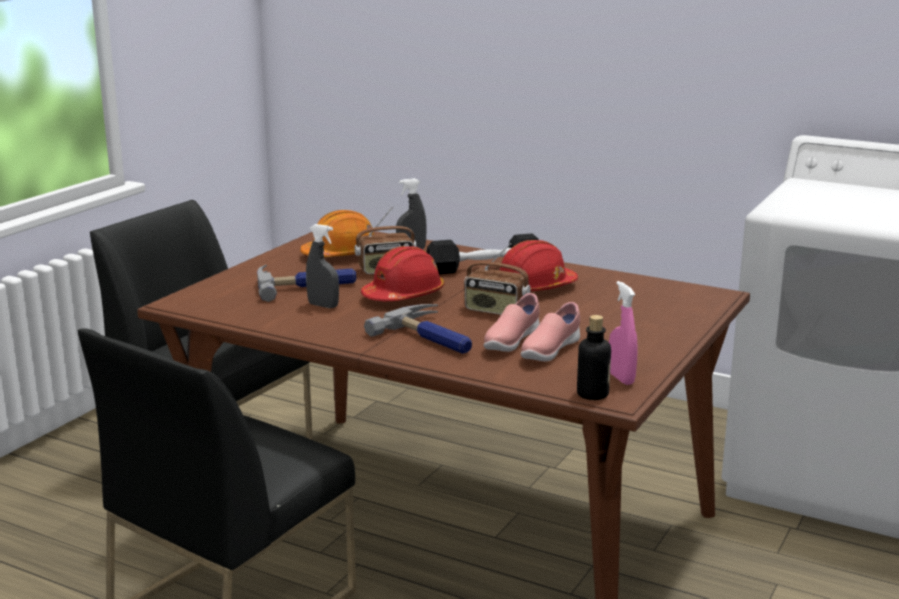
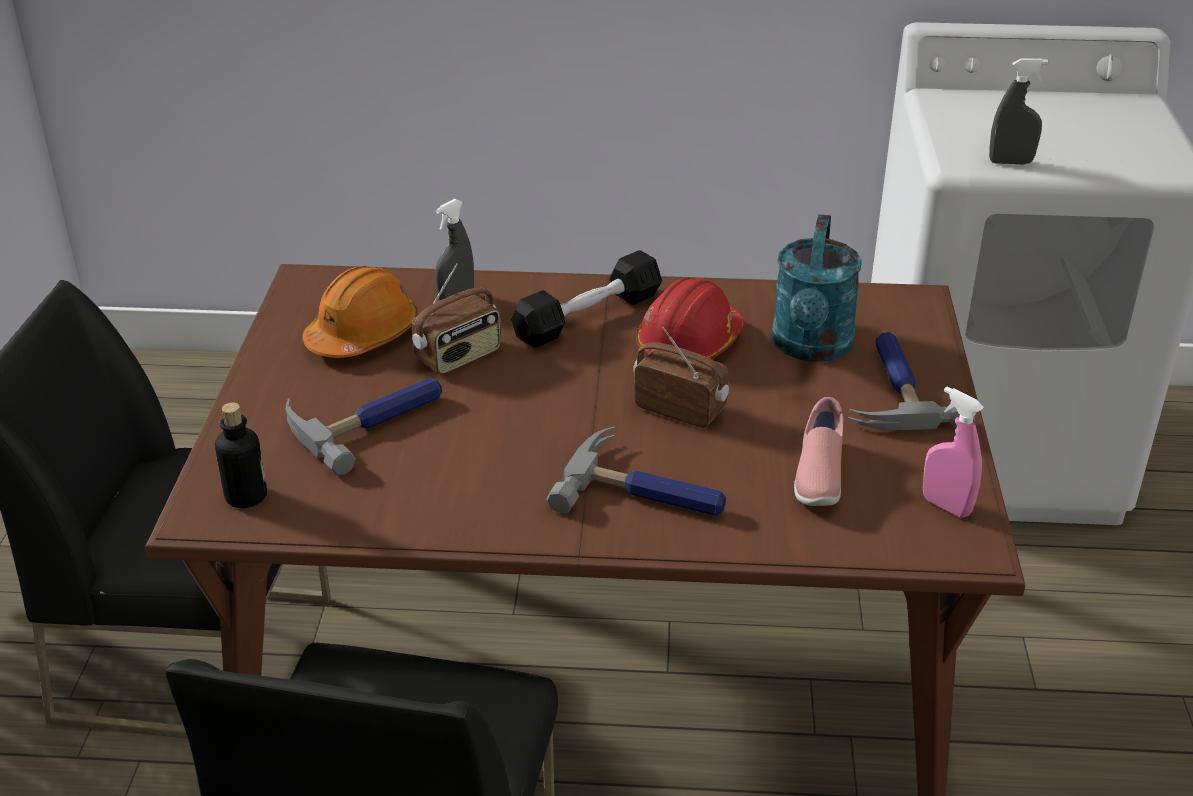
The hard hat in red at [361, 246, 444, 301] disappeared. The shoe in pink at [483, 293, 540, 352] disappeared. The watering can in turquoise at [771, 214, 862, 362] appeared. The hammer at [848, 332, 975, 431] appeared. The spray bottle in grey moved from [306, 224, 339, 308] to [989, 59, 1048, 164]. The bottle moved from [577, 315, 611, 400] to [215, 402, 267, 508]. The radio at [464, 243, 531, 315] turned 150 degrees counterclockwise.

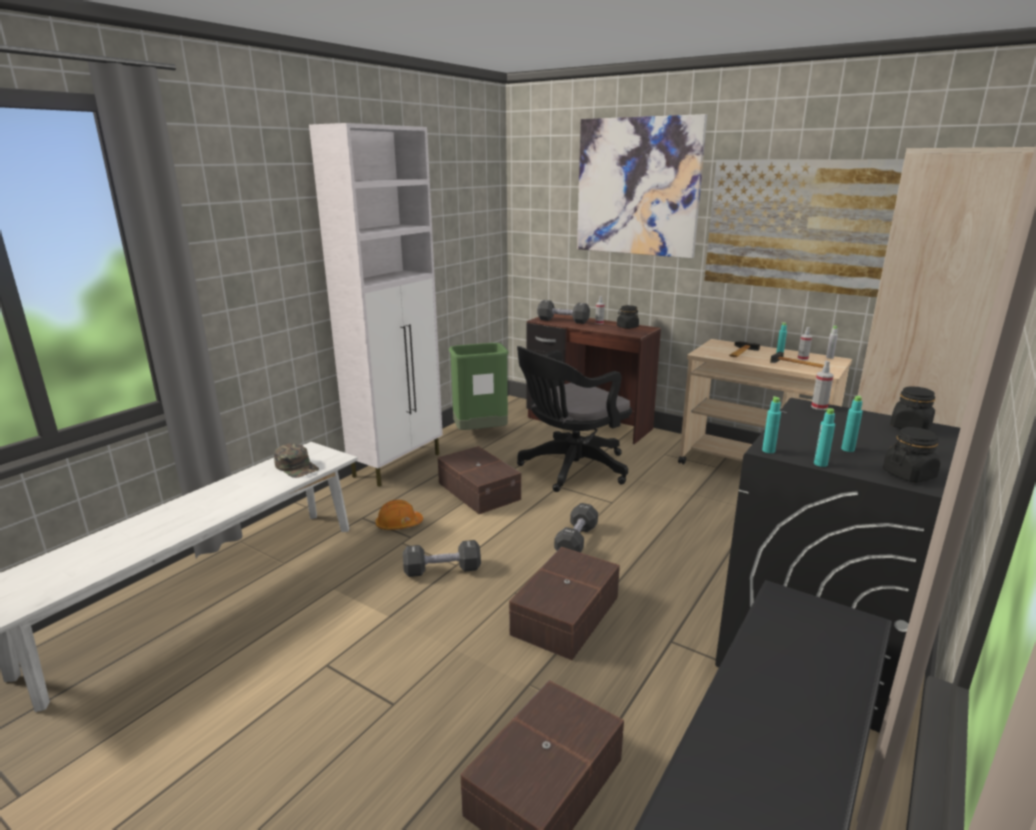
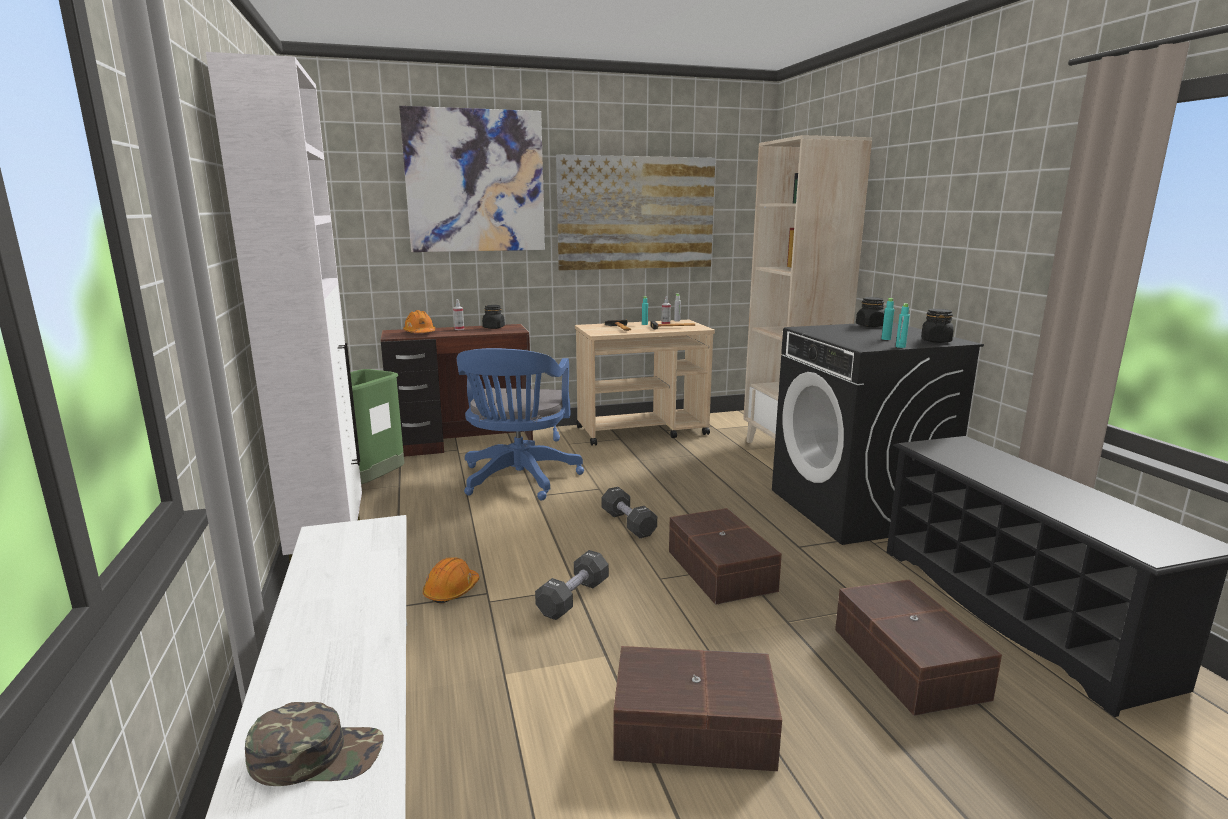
The bottle in turquoise at [762, 396, 781, 453] disappeared. The spray bottle at [811, 361, 834, 410] disappeared. The cap in green moved from [274, 443, 319, 478] to [245, 702, 384, 786]. The storage box in brown moved from [438, 446, 521, 514] to [614, 646, 782, 771]. The dumbbell in black at [537, 300, 590, 324] was replaced by the hard hat in orange at [403, 310, 435, 333]. The office chair in black at [517, 346, 632, 492] became the office chair in blue at [457, 348, 584, 500].

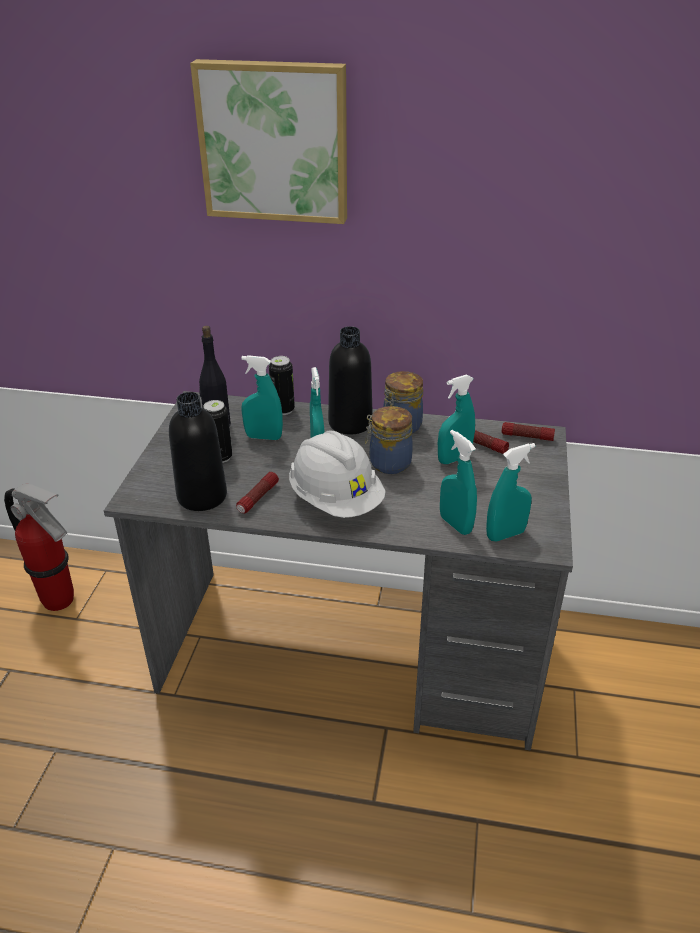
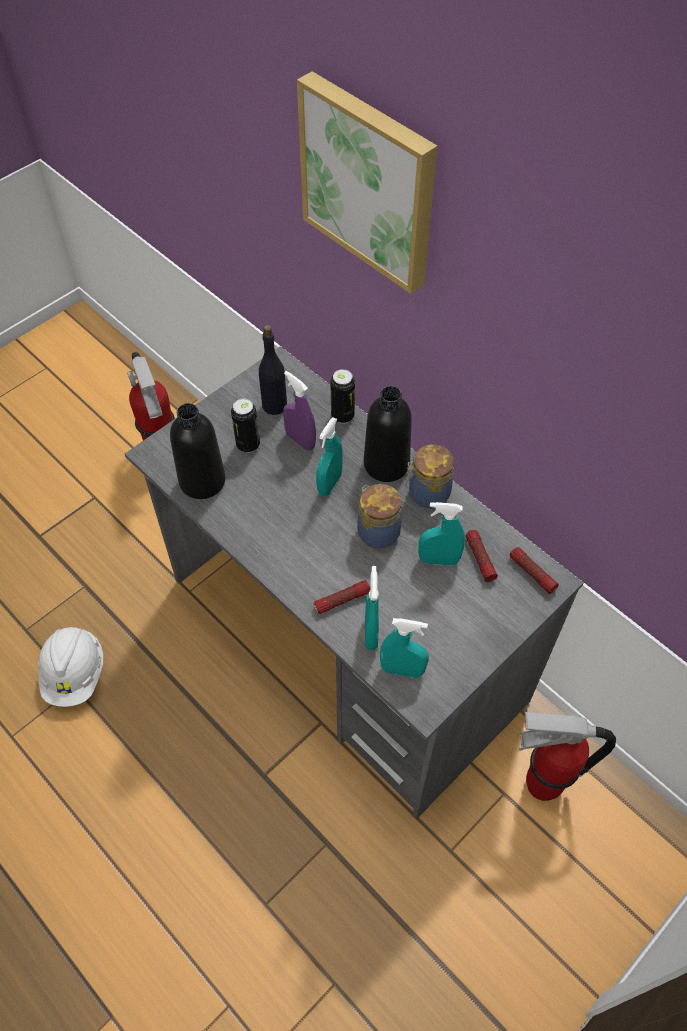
The fire extinguisher at [518, 712, 616, 801] appeared. The flashlight moved from [236, 472, 279, 513] to [314, 580, 370, 614]. The hard hat in white moved from [289, 431, 386, 518] to [38, 627, 103, 707]. The spray bottle in turquoise at [241, 355, 283, 440] became the spray bottle in purple at [283, 371, 316, 450].

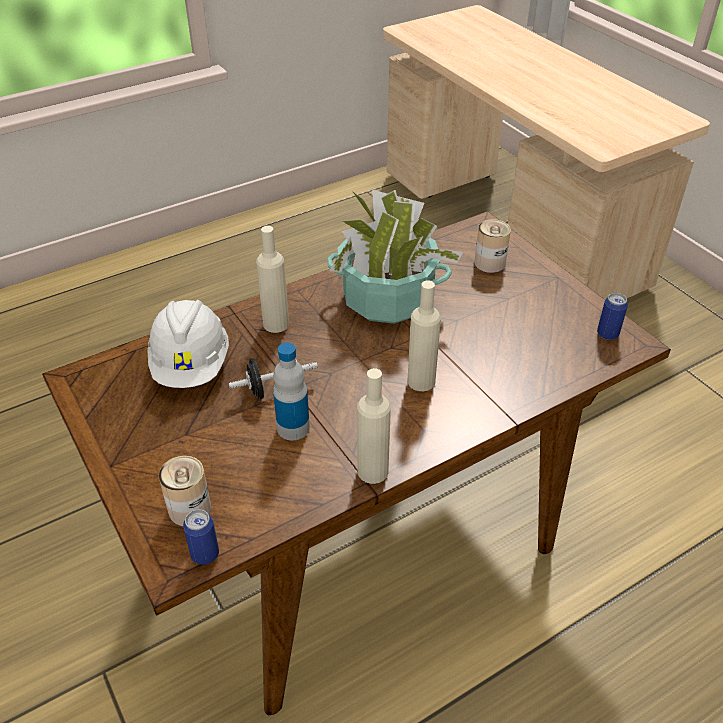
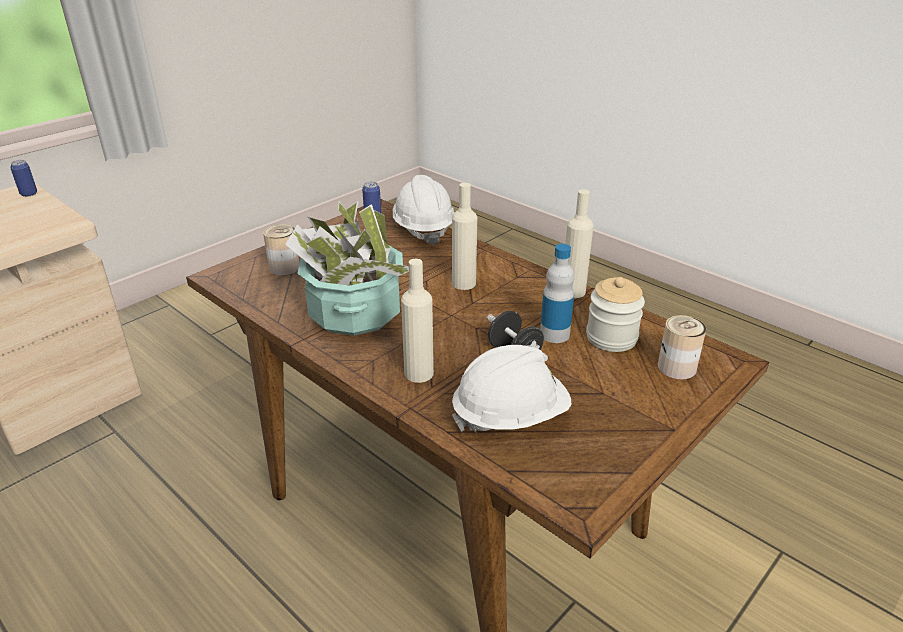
The hard hat in white at [393, 175, 454, 245] appeared. The jar at [586, 277, 645, 352] appeared. The can moved from [183, 509, 219, 565] to [10, 160, 37, 197].

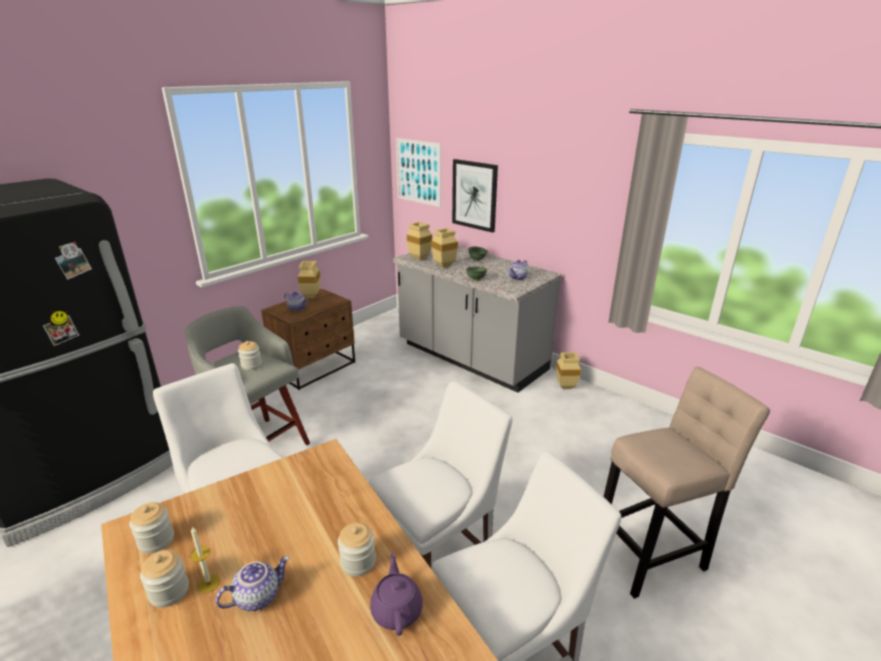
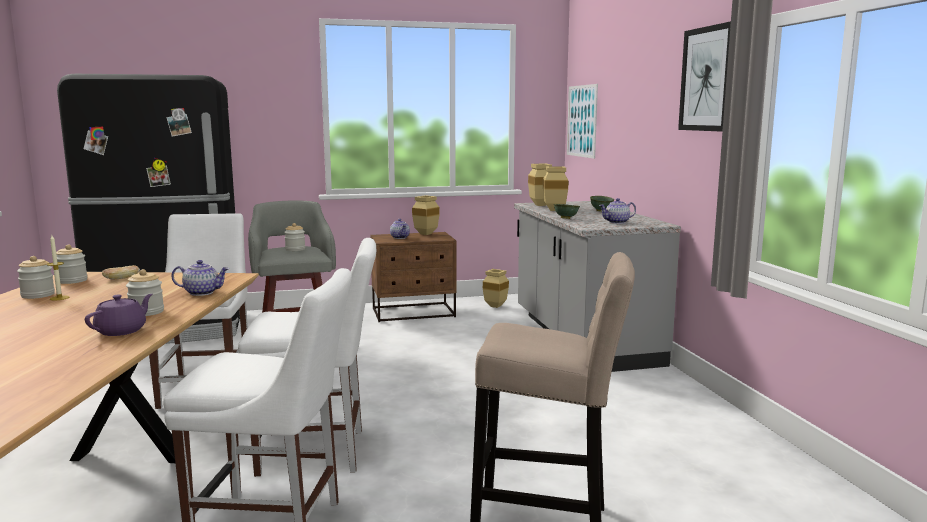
The bread at [102, 265, 140, 279] appeared. The teapot moved from [216, 556, 289, 611] to [171, 260, 229, 296]. The picture moved from [452, 159, 498, 233] to [678, 21, 731, 132]. The vase in beige moved from [556, 352, 581, 389] to [483, 269, 509, 308].

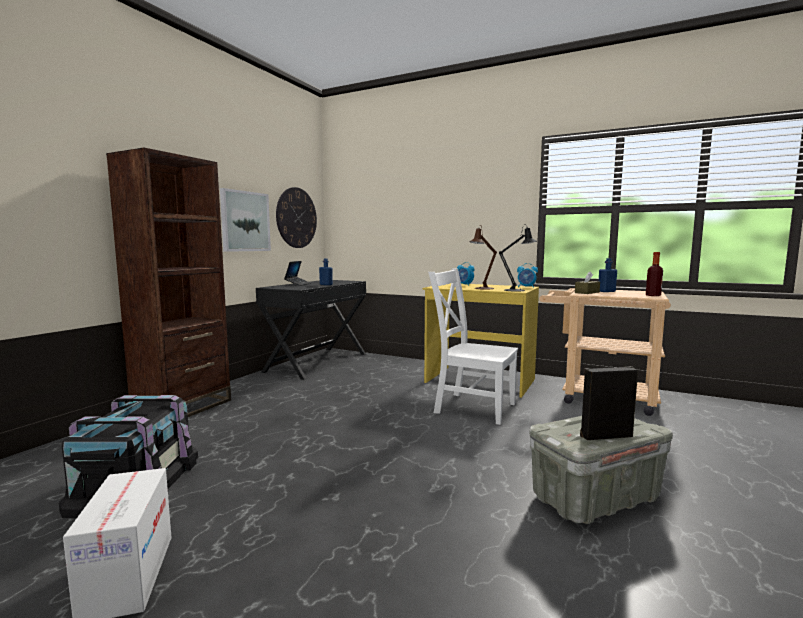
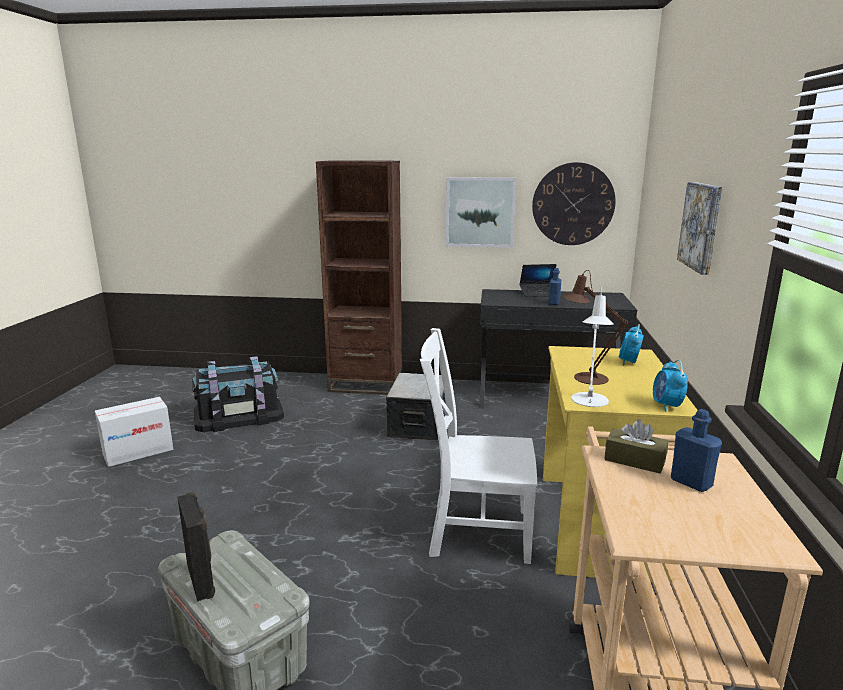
The bottle at [646, 252, 663, 296] disappeared. The storage box at [386, 373, 446, 441] appeared. The picture at [677, 182, 722, 275] appeared. The table lamp in black at [499, 224, 537, 292] became the table lamp in white at [571, 287, 614, 407]. The chair in white at [428, 268, 518, 425] turned 90 degrees counterclockwise.

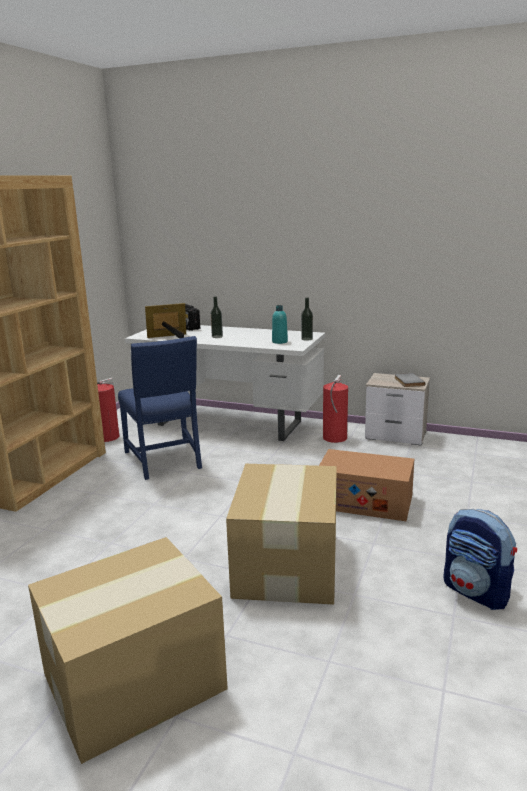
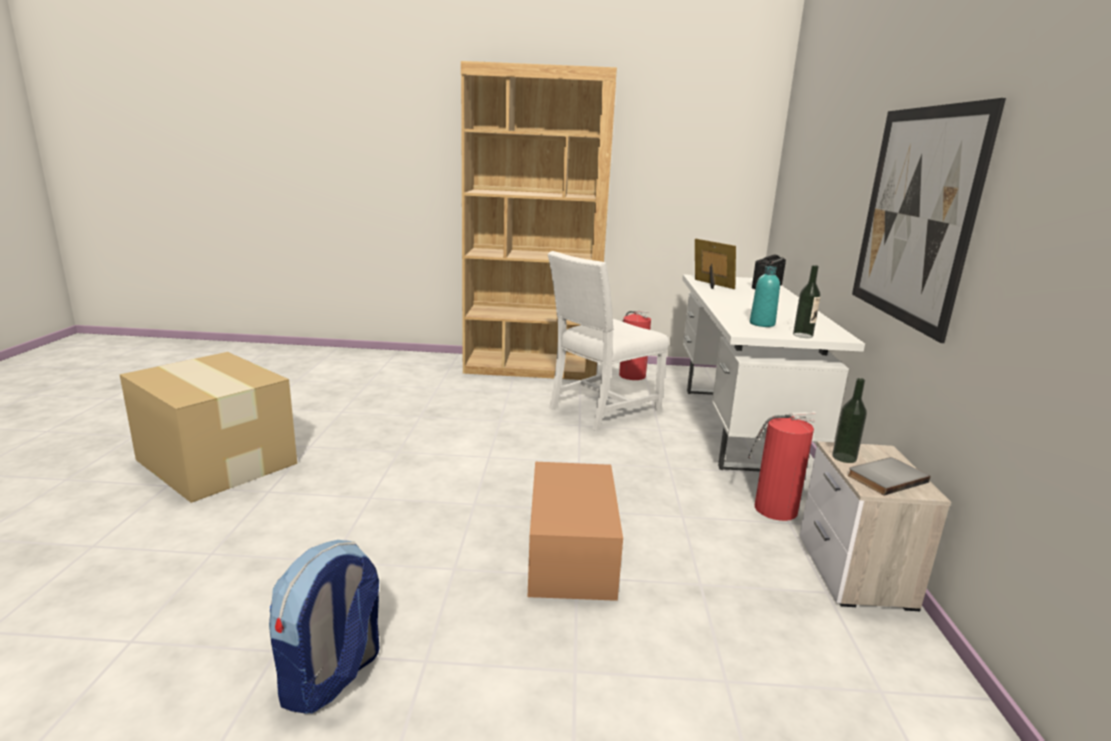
The cardboard box at [226, 464, 337, 605] disappeared. The picture at [852, 98, 1006, 343] appeared. The bottle moved from [211, 296, 223, 338] to [832, 378, 867, 463]. The chair in blue at [118, 336, 202, 480] became the chair in white at [548, 251, 669, 431].

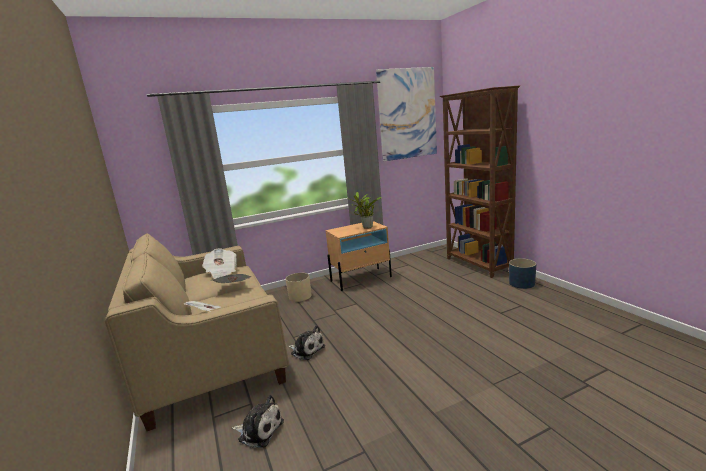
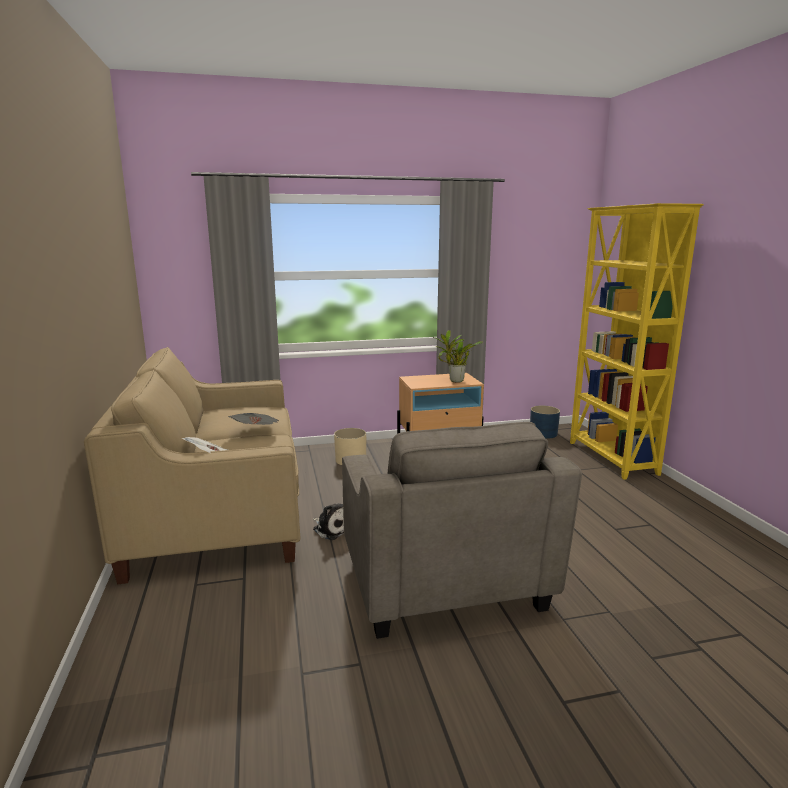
The newspaper at [202, 248, 237, 279] disappeared. The plush toy at [232, 395, 284, 448] disappeared. The picture at [376, 67, 437, 161] disappeared. The armchair in grey at [342, 422, 582, 639] appeared. The planter in blue moved from [509, 258, 536, 289] to [530, 406, 560, 439]. The bookcase in brown at [439, 85, 520, 278] became the bookcase in yellow at [570, 203, 704, 480].

